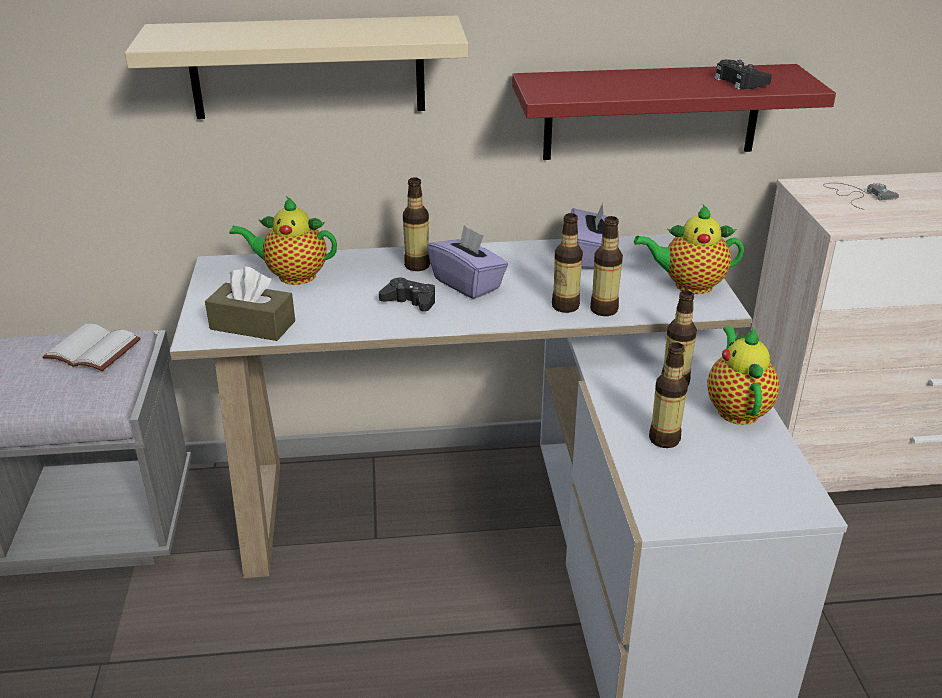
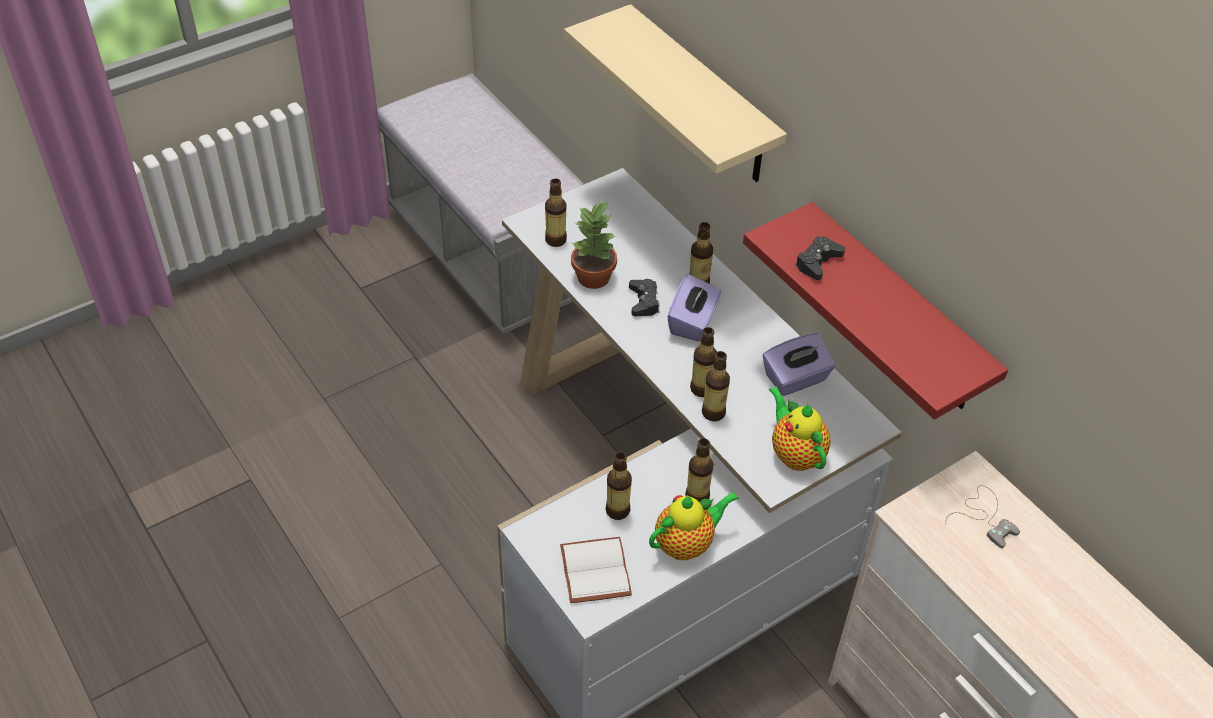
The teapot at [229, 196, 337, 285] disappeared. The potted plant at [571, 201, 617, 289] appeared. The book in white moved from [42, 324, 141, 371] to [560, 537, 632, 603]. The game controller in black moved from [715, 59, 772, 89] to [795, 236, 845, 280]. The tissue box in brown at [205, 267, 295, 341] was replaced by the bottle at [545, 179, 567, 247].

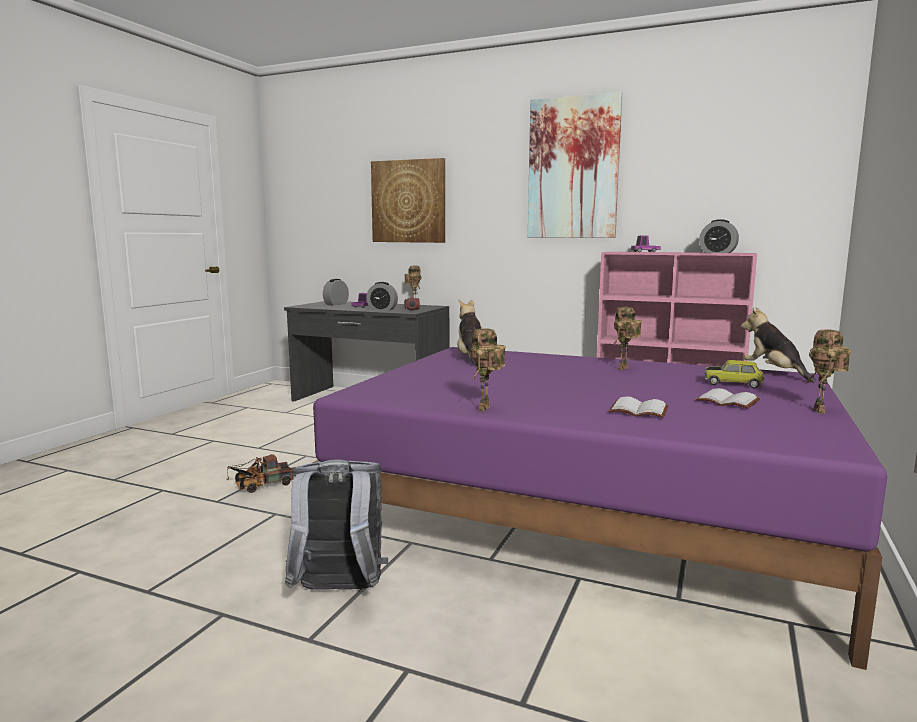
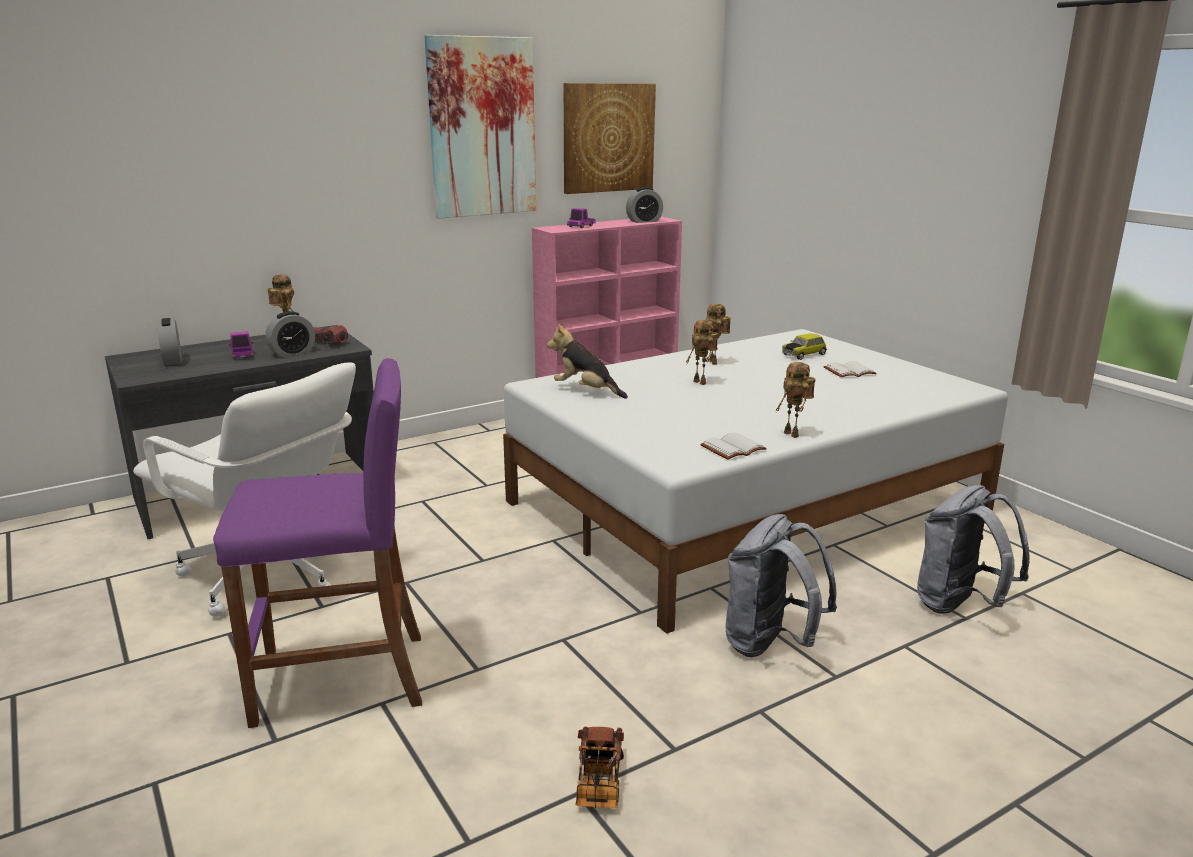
The plush toy at [741, 307, 816, 382] disappeared. The office chair in white at [133, 362, 356, 617] appeared. The stool in purple at [213, 358, 422, 728] appeared. The backpack in grey at [917, 485, 1029, 614] appeared. The toy truck moved from [226, 454, 294, 493] to [576, 727, 624, 808]. The picture moved from [371, 158, 445, 243] to [564, 83, 656, 194]. The book in white moved from [609, 397, 669, 418] to [700, 433, 767, 460]. The toy robot moved from [805, 329, 851, 414] to [686, 320, 718, 385]. The bed in purple at [313, 347, 887, 670] became the bed in white at [503, 329, 1008, 634].

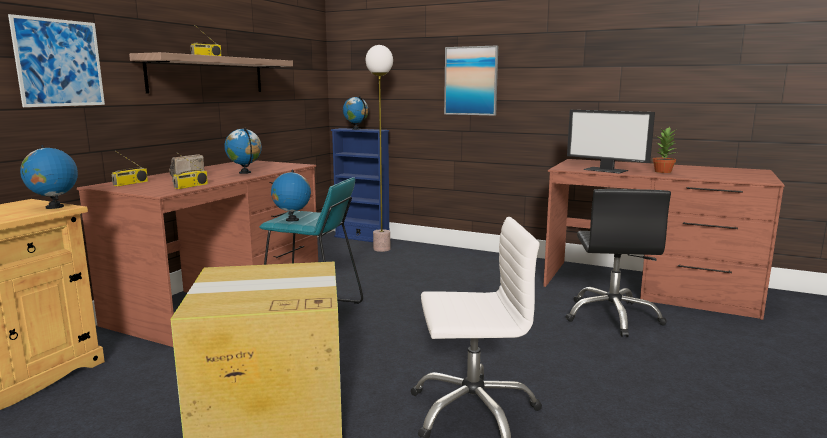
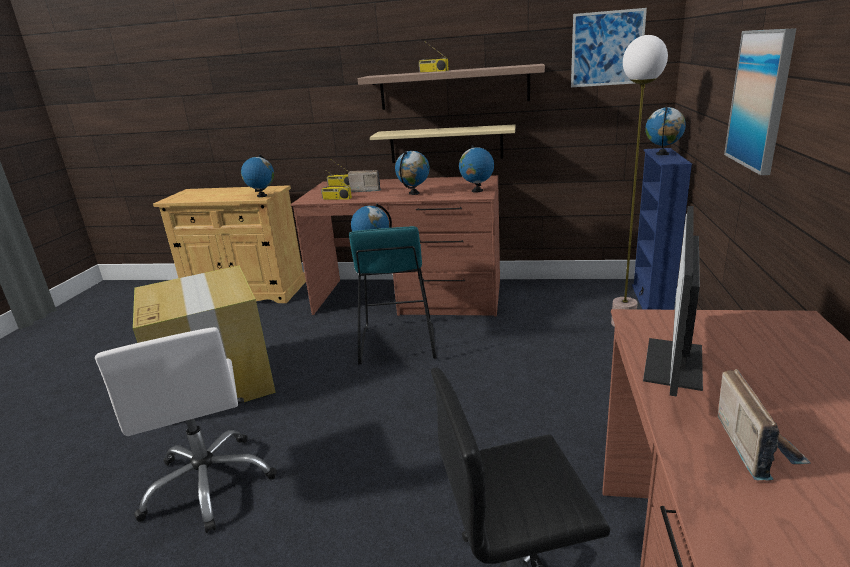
The shelf in beige at [370, 124, 515, 163] appeared. The globe at [459, 145, 494, 192] appeared. The picture moved from [8, 14, 105, 107] to [571, 8, 647, 87]. The potted plant at [652, 127, 676, 173] was replaced by the radio at [718, 369, 811, 481].

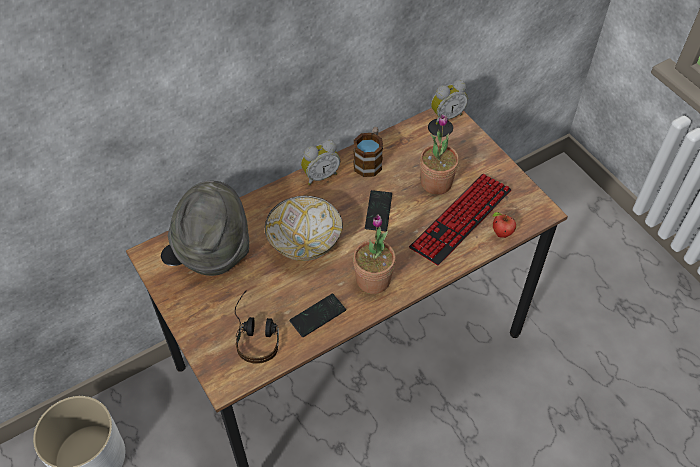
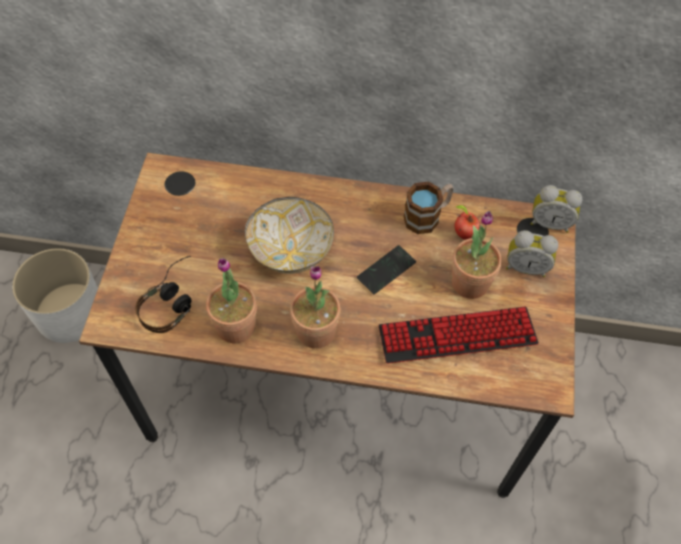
The hat in grey at [168, 181, 249, 276] disappeared. The alarm clock moved from [301, 140, 340, 185] to [506, 230, 558, 277]. The apple moved from [492, 212, 516, 238] to [454, 205, 480, 240]. The phone at [290, 294, 346, 337] was replaced by the potted plant at [206, 258, 257, 343].

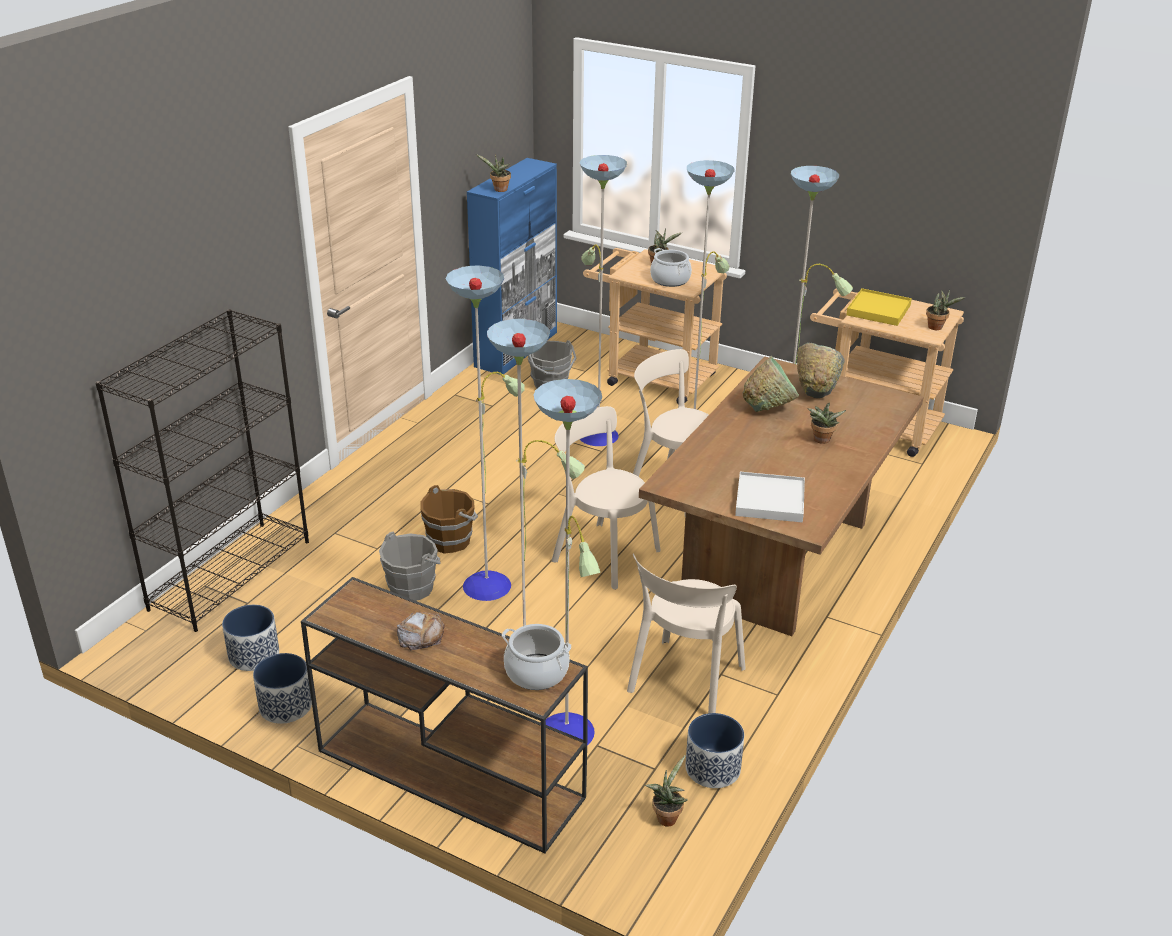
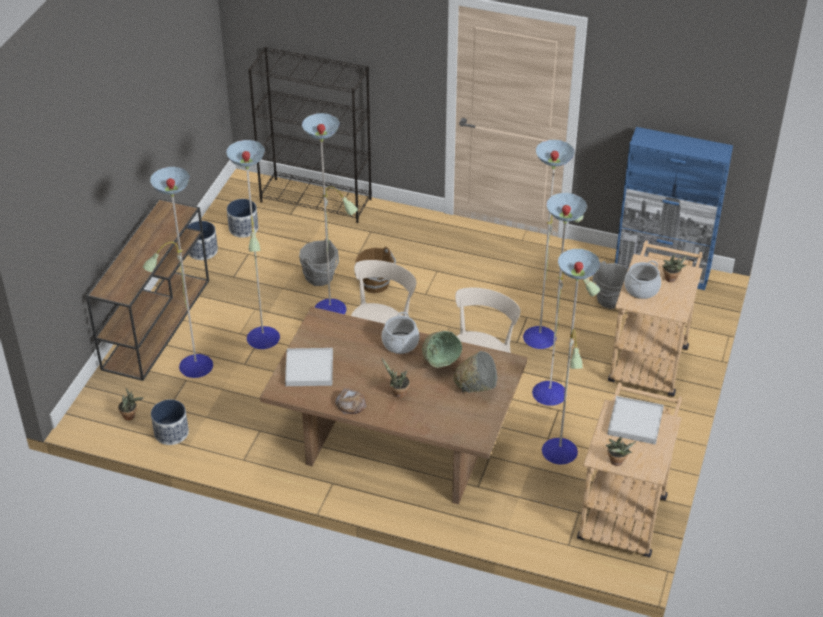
The potted plant at [476, 154, 511, 192] disappeared. The chair in beige at [627, 553, 746, 713] disappeared. The bread moved from [397, 612, 445, 650] to [335, 388, 367, 414]. The cooking pot moved from [502, 624, 571, 690] to [382, 312, 419, 354]. The tray in yellow at [846, 288, 912, 326] became the tray in white at [607, 396, 664, 445].

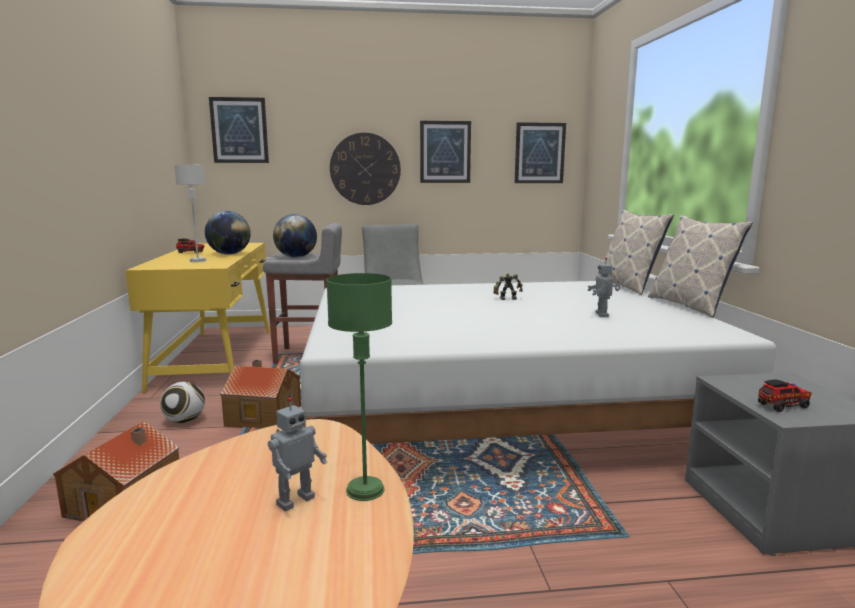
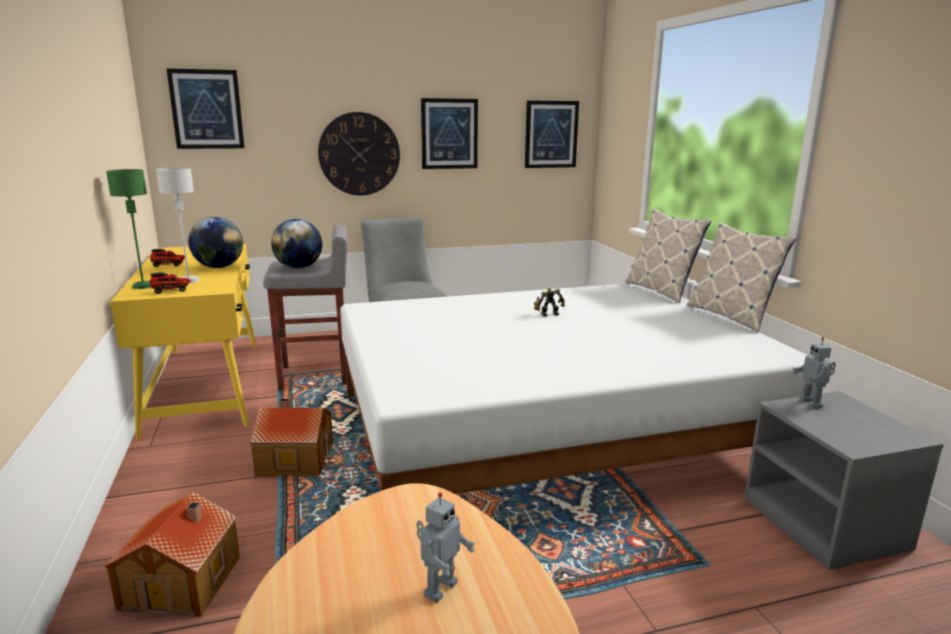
The football at [160, 382, 205, 423] disappeared. The table lamp in green moved from [326, 273, 392, 501] to [106, 169, 151, 289]. The toy robot moved from [588, 258, 621, 317] to [792, 337, 836, 408]. The toy truck moved from [758, 379, 812, 412] to [149, 272, 191, 294].

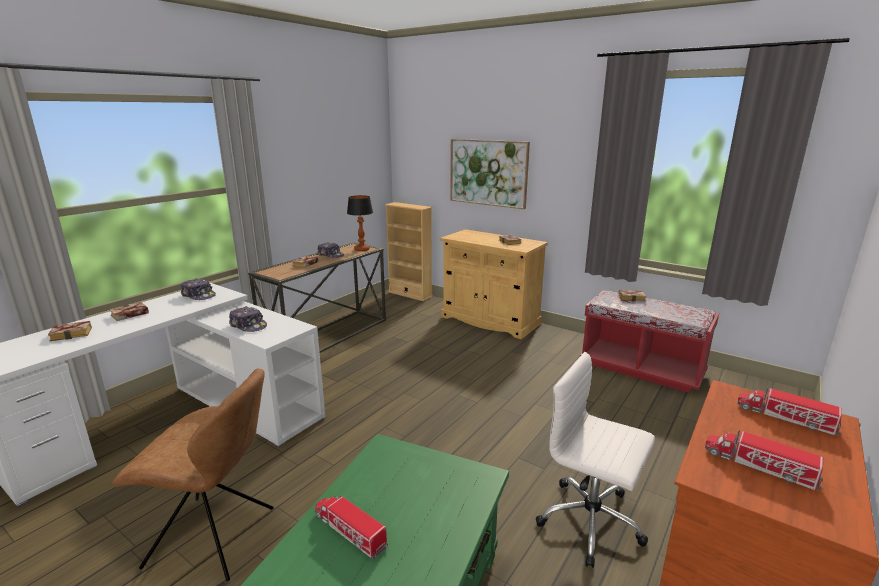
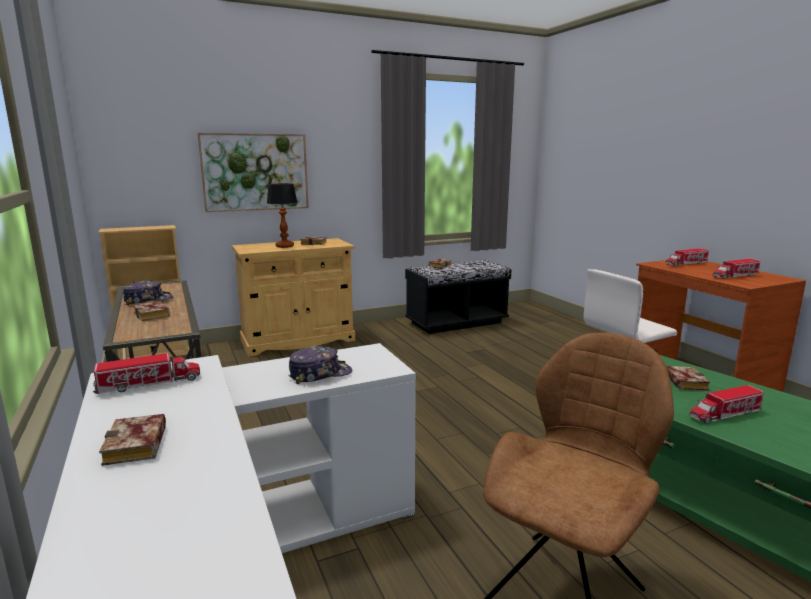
The book moved from [48, 321, 92, 341] to [666, 366, 710, 391]. The table lamp moved from [347, 195, 373, 251] to [267, 184, 298, 248]. The cap at [181, 279, 216, 300] was replaced by the toy truck at [93, 353, 200, 394]. The bench in red at [580, 290, 719, 393] became the bench in black at [405, 260, 512, 334].

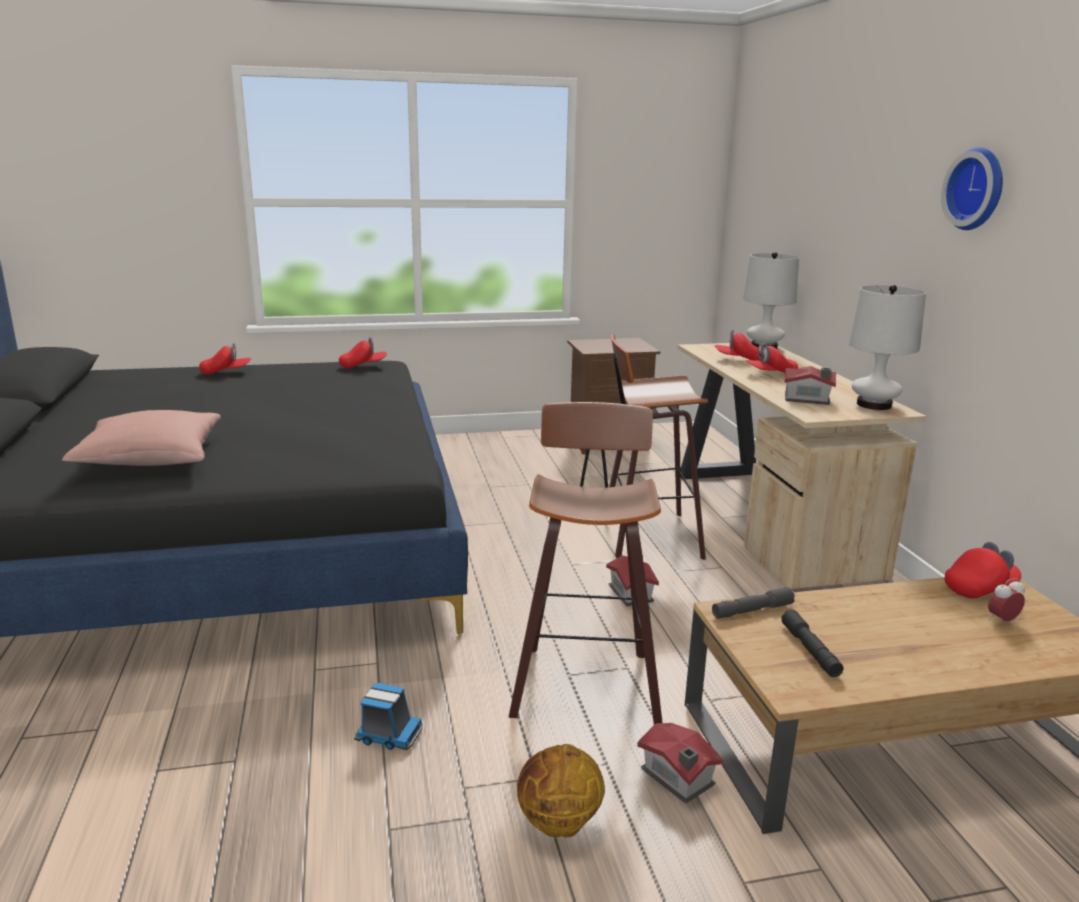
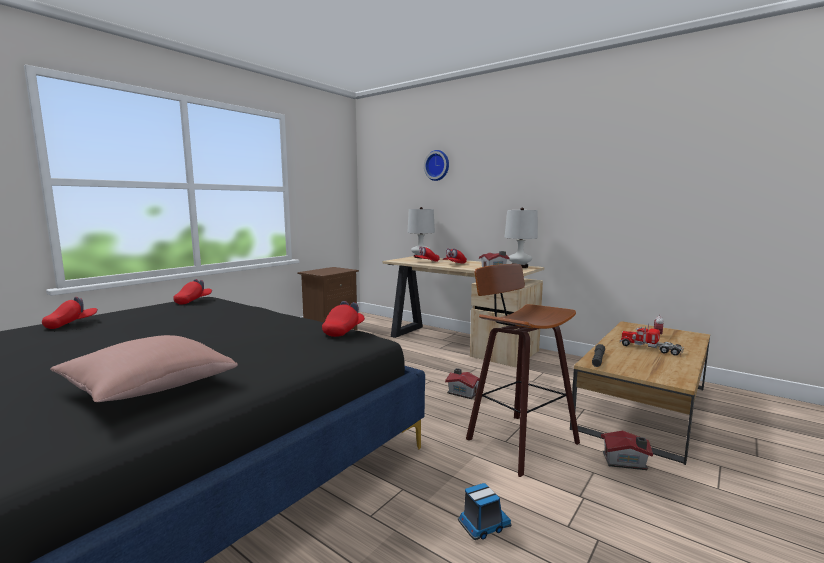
The basketball at [517, 744, 605, 837] disappeared. The stool at [609, 334, 708, 560] disappeared. The flashlight in black at [781, 609, 844, 677] disappeared. The toy truck at [620, 324, 684, 356] appeared. The wall clock moved from [941, 147, 1003, 230] to [424, 150, 449, 181]. The cap in red moved from [945, 542, 1021, 598] to [322, 301, 365, 337].

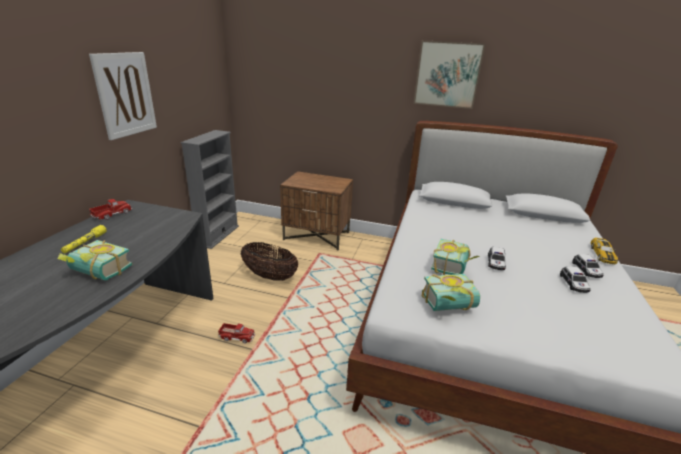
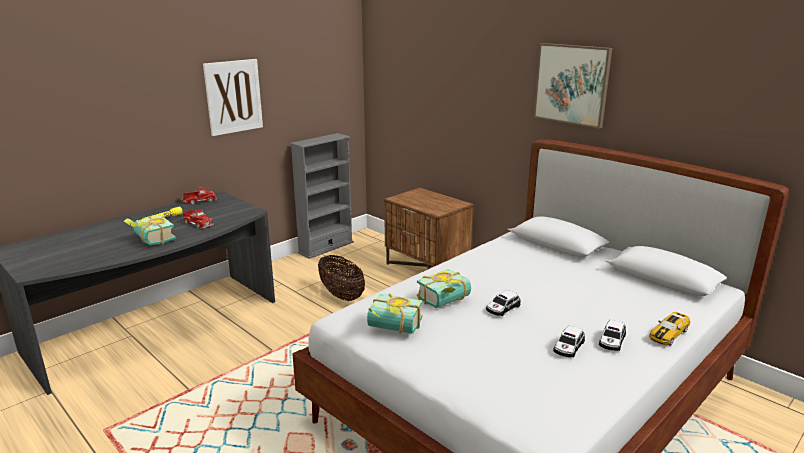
The toy truck moved from [218, 323, 256, 343] to [182, 210, 214, 229].

